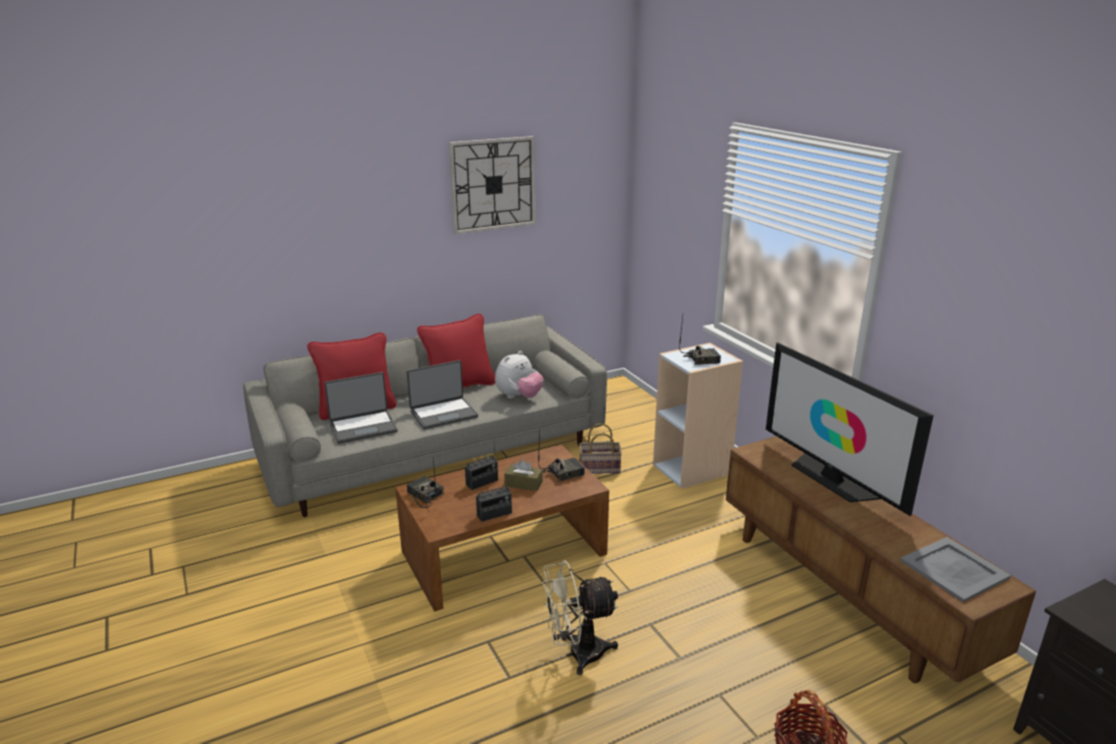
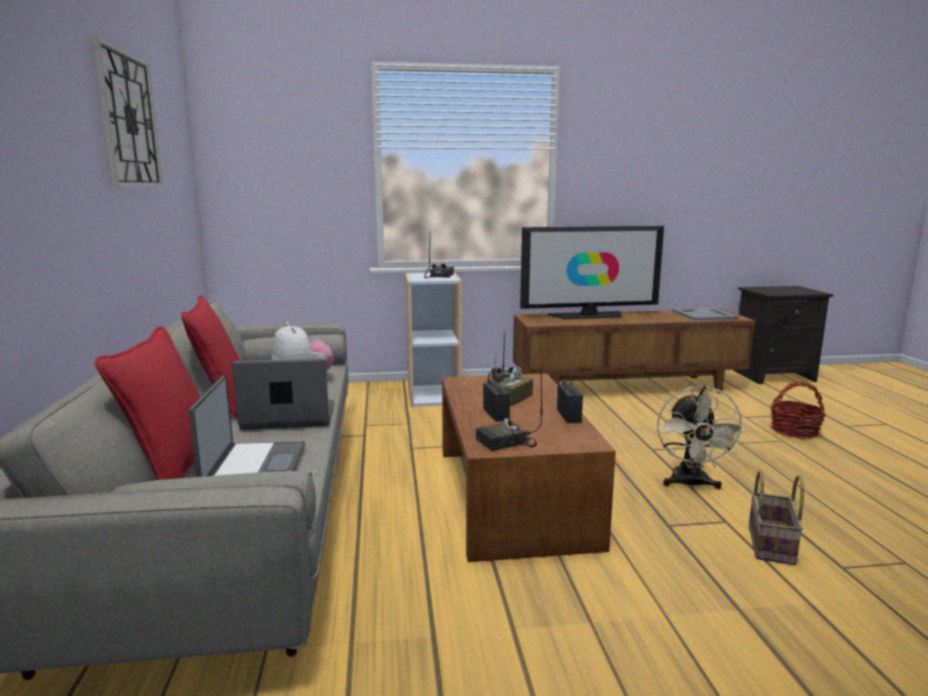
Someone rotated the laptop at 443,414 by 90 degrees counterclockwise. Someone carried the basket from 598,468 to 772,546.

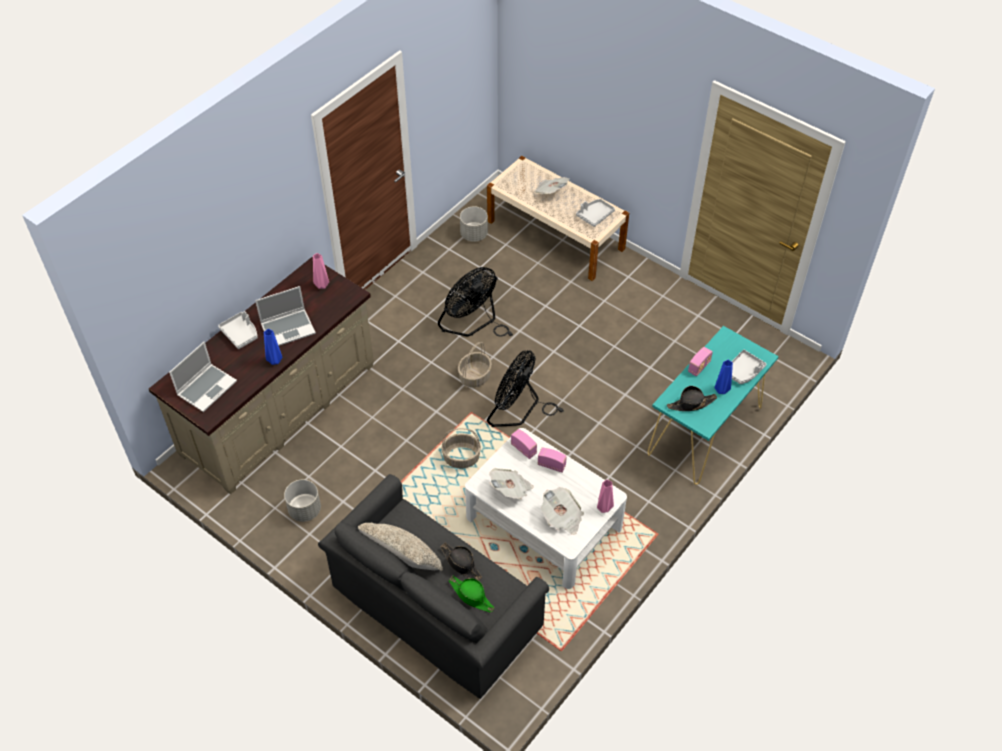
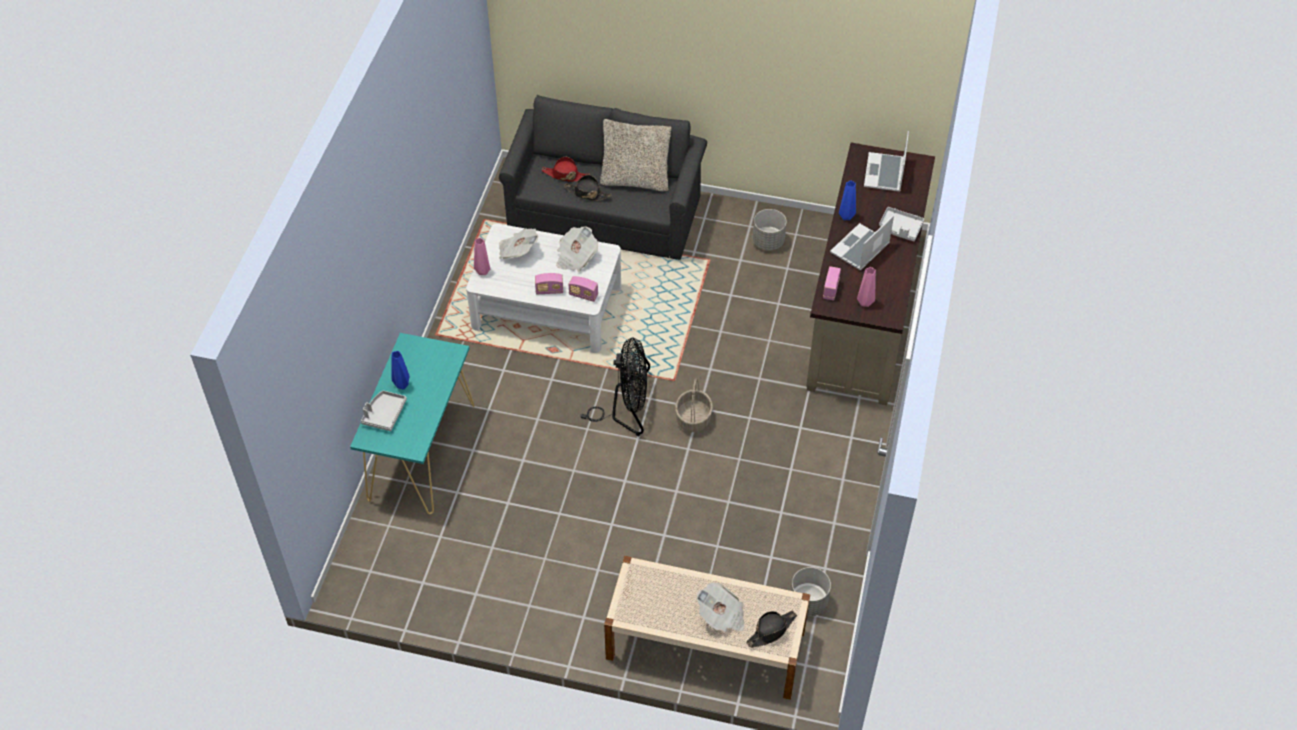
Someone took away the tray (grey) at 594,215. Someone took away the fan (black) at 477,322. Someone carried the radio from 699,367 to 830,289. Someone carried the hat (black) from 691,404 to 771,631. Someone took away the basket at 461,458. Someone repainted the hat (green) at 471,596, which became the hat (red) at 565,175.

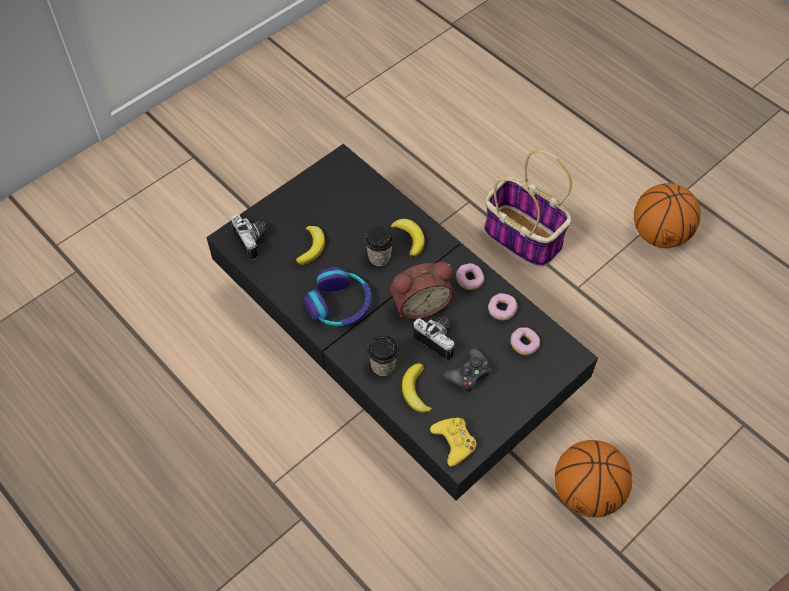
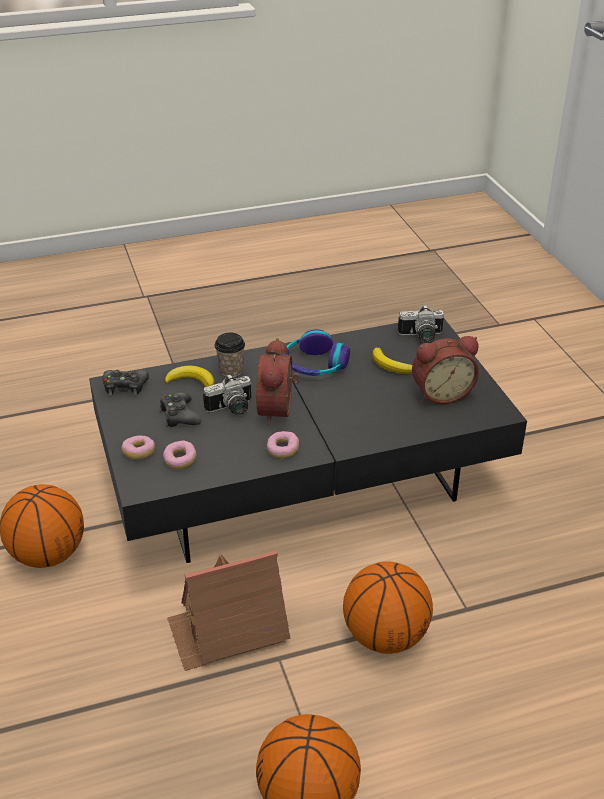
Someone swapped the basket at 521,237 for the basketball at 385,636. Someone took away the banana at 410,238. Someone took away the cup at 379,257. Someone carried the donut from 502,310 to 139,453. Someone repainted the game controller (yellow) at 454,442, which became the game controller (black) at 125,387. Someone put down the alarm clock at 441,393. Someone put down the toy house at 228,629.

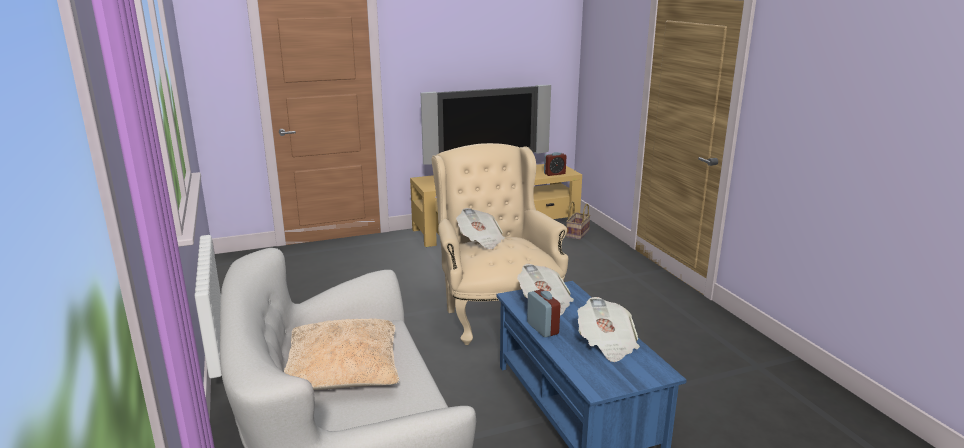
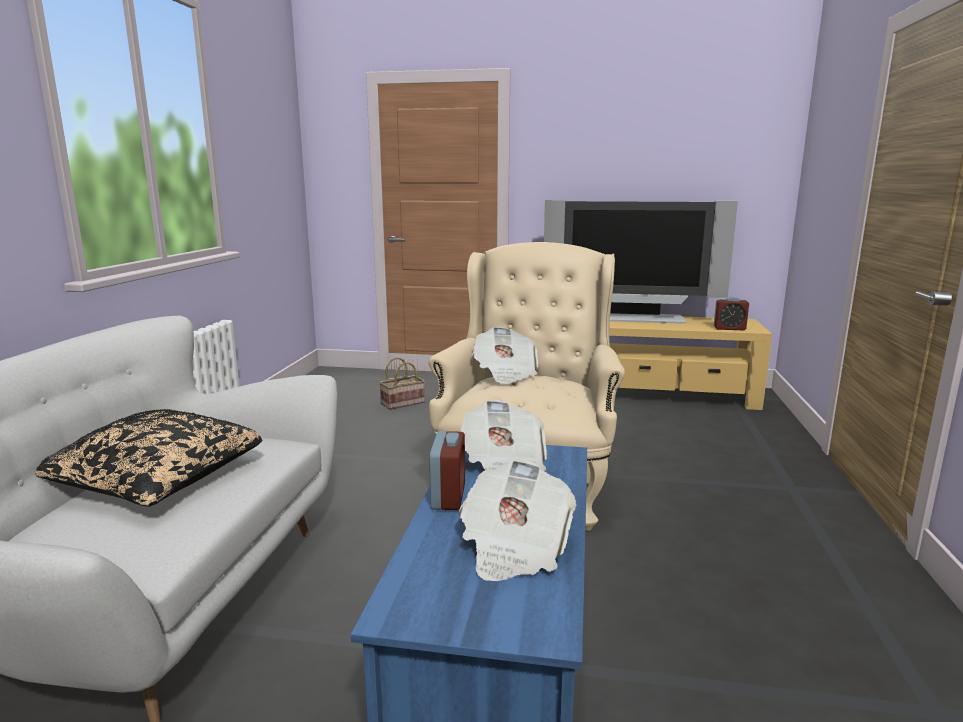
Someone carried the basket from 577,233 to 403,403. Someone repainted the pillow (beige) at 343,369, which became the pillow (black) at 158,477.

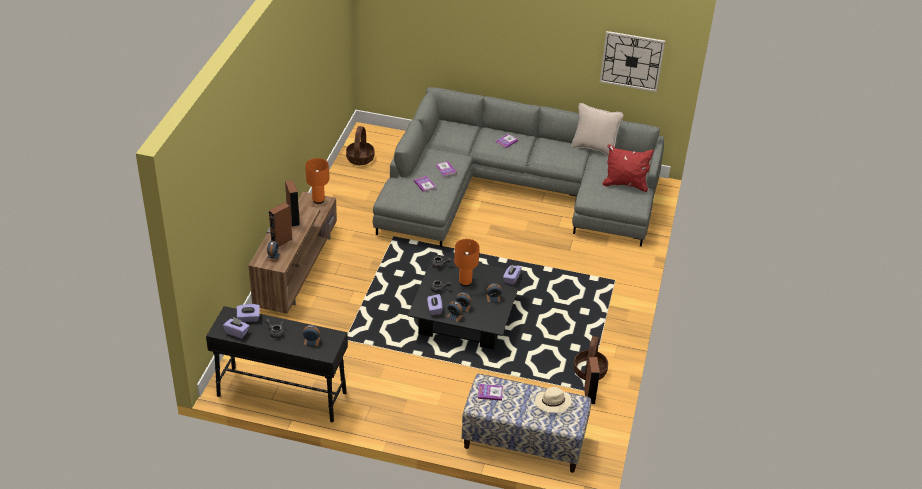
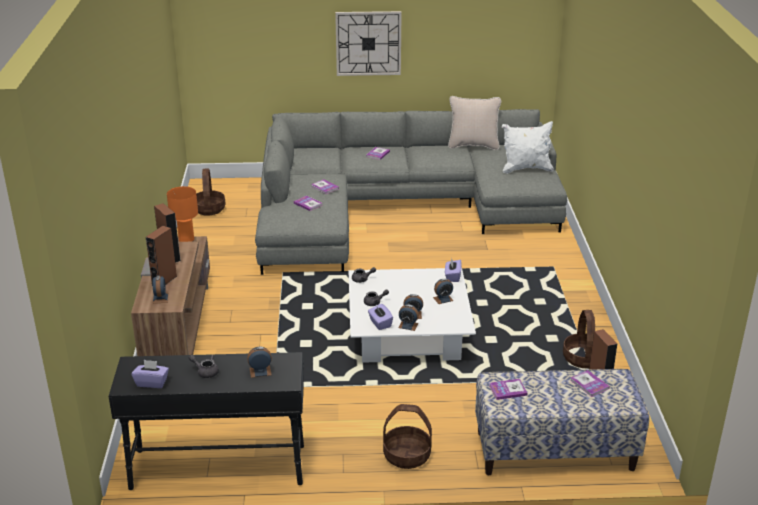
Someone carried the wall clock from 631,61 to 368,43. Someone repainted the pillow (red) at 625,184, which became the pillow (white) at 526,169. Someone took away the table lamp (orange) at 465,282. Someone repainted the coffee table (black) at 466,316, which became the coffee table (white) at 409,333. Someone took away the tissue box (purple) at 248,318. Someone swapped the hat (beige) at 552,403 for the book at 589,384. Someone put down the basket at 407,455.

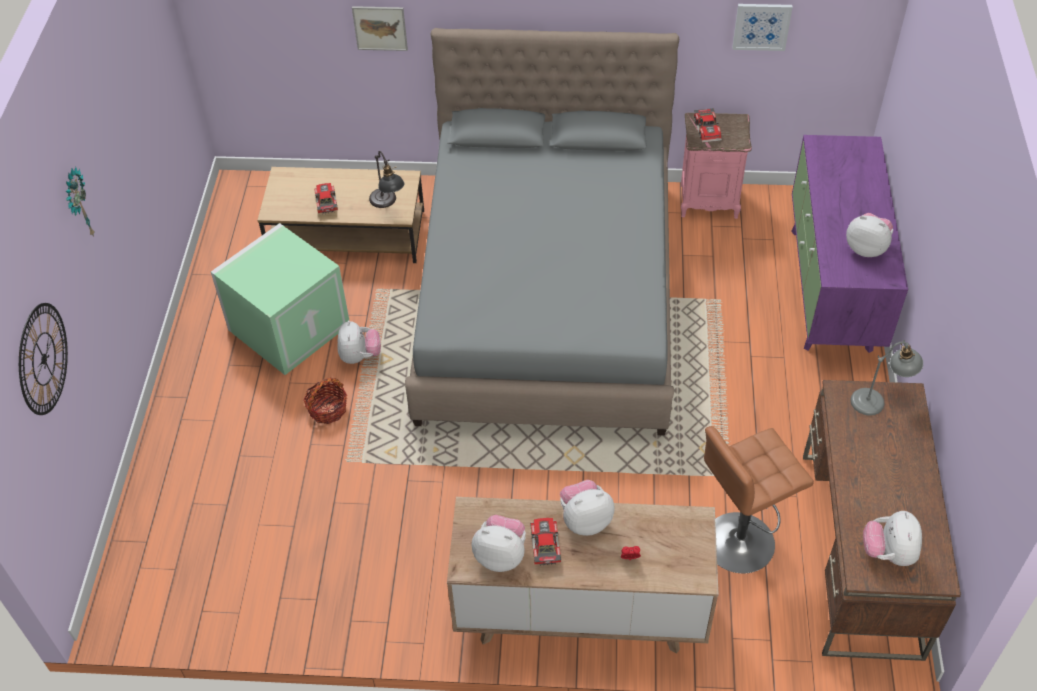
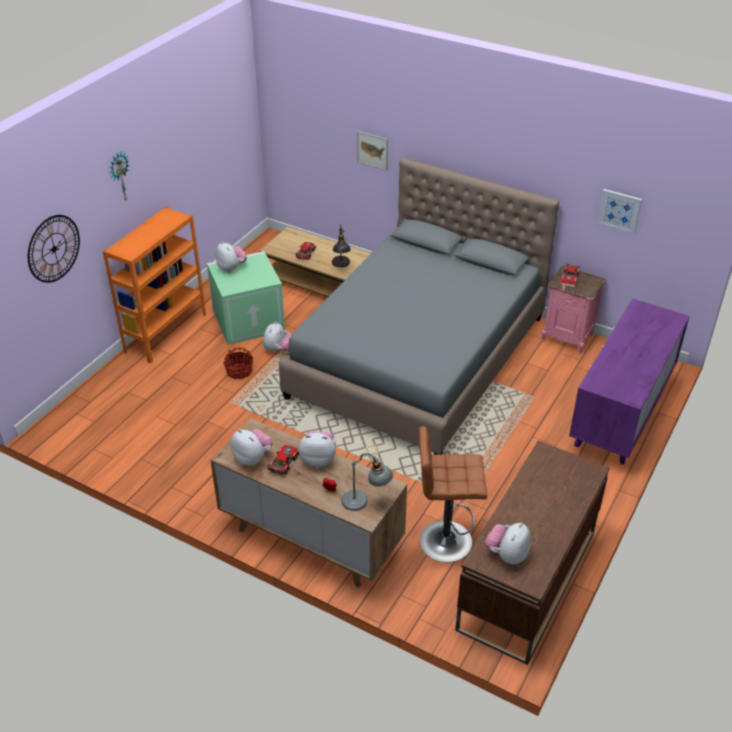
Someone carried the plush toy from 866,248 to 231,268. Someone carried the table lamp (grey) from 880,397 to 366,501. Someone put down the bookcase (orange) at 166,333.

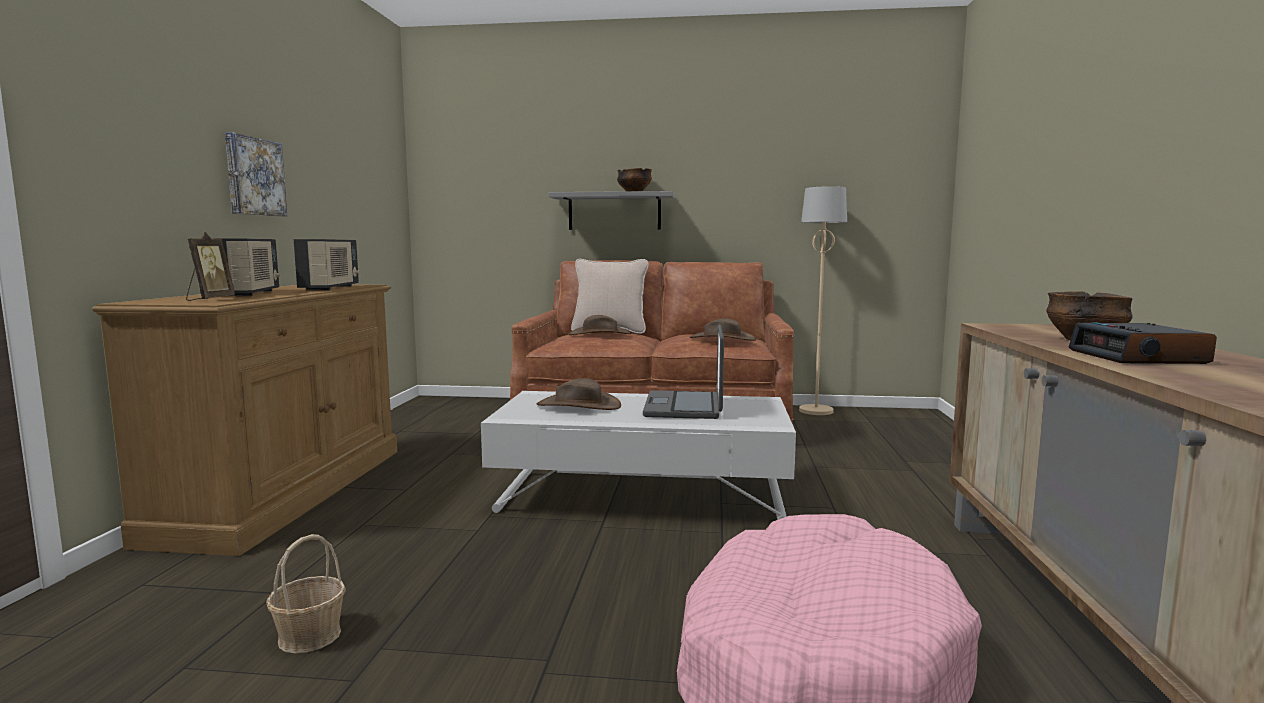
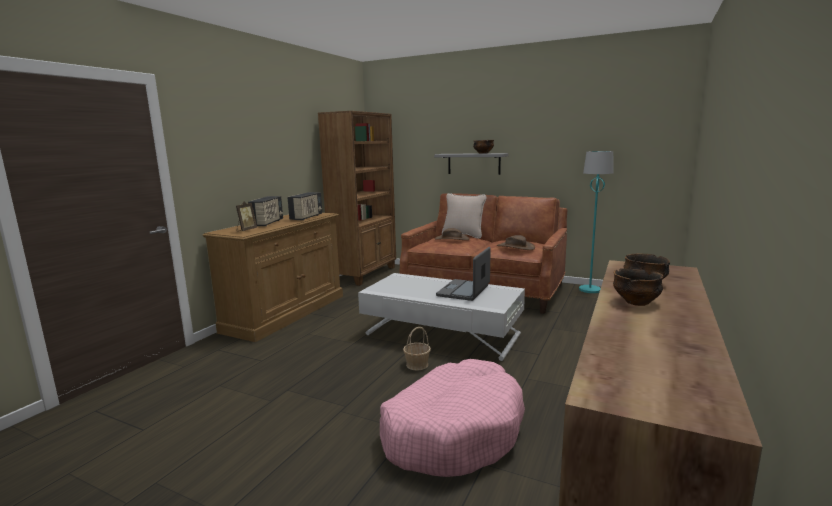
Someone took away the picture at 253,177. Someone repainted the floor lamp (beige) at 816,411, which became the floor lamp (turquoise) at 590,289. Someone swapped the alarm clock at 1138,357 for the bowl at 636,302. Someone took away the hat (brown) at 579,405. Someone carried the basket from 309,636 to 417,365. Someone put down the bookcase (brown) at 365,274.

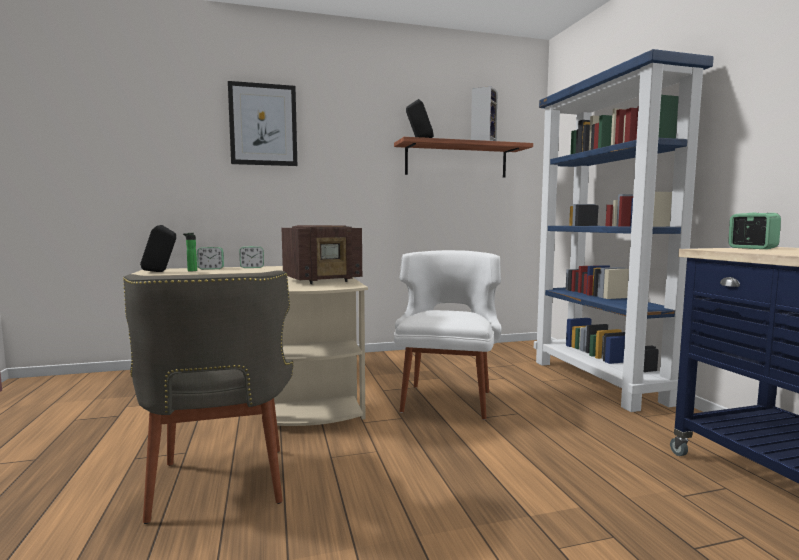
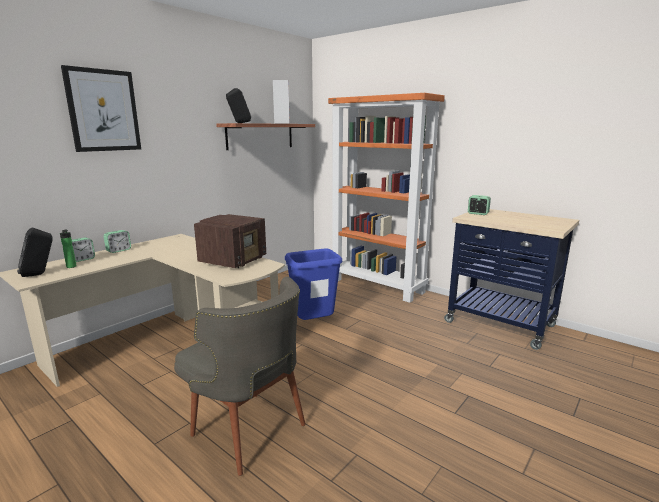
Someone repainted the bookcase (blue) at 599,381, which became the bookcase (orange) at 378,286. Someone swapped the chair (white) at 446,402 for the trash can (blue) at 314,324.

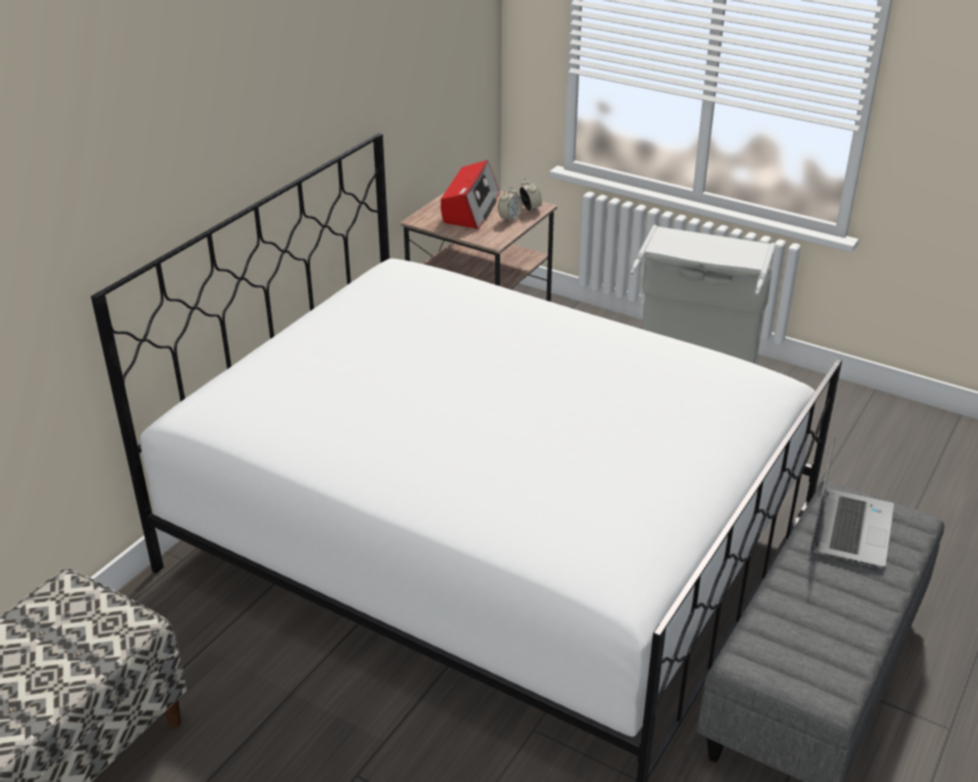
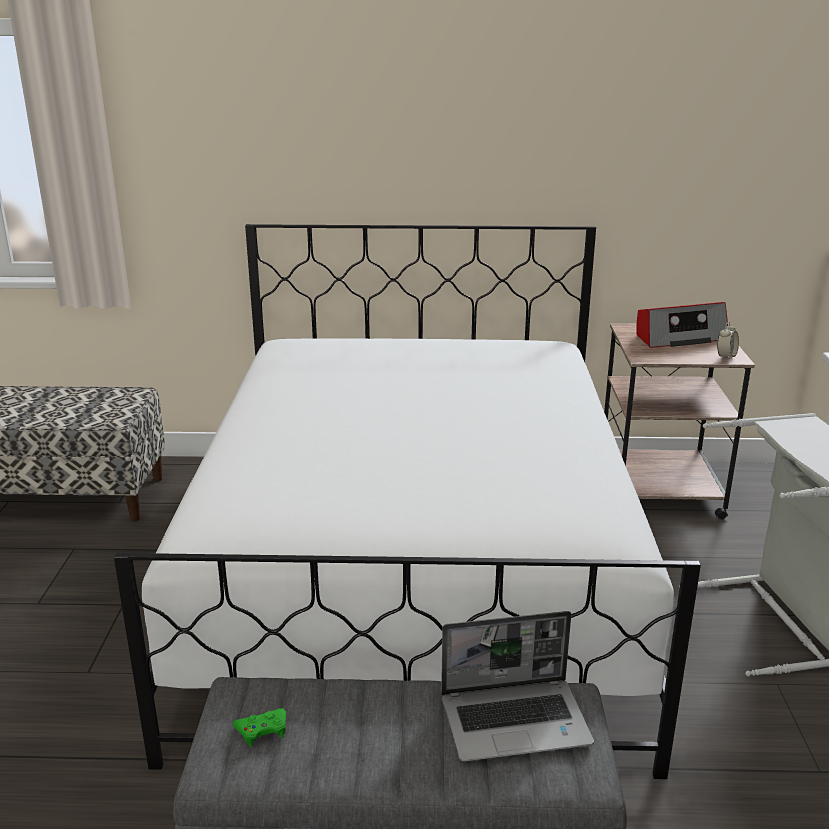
Someone took away the alarm clock at 510,218. Someone put down the game controller (green) at 262,730.

